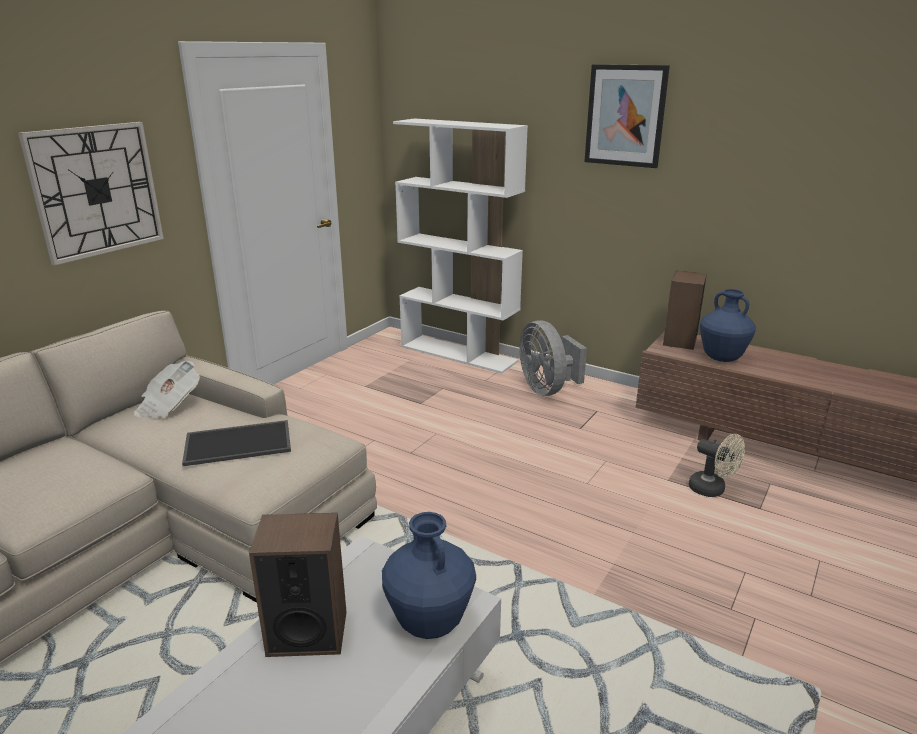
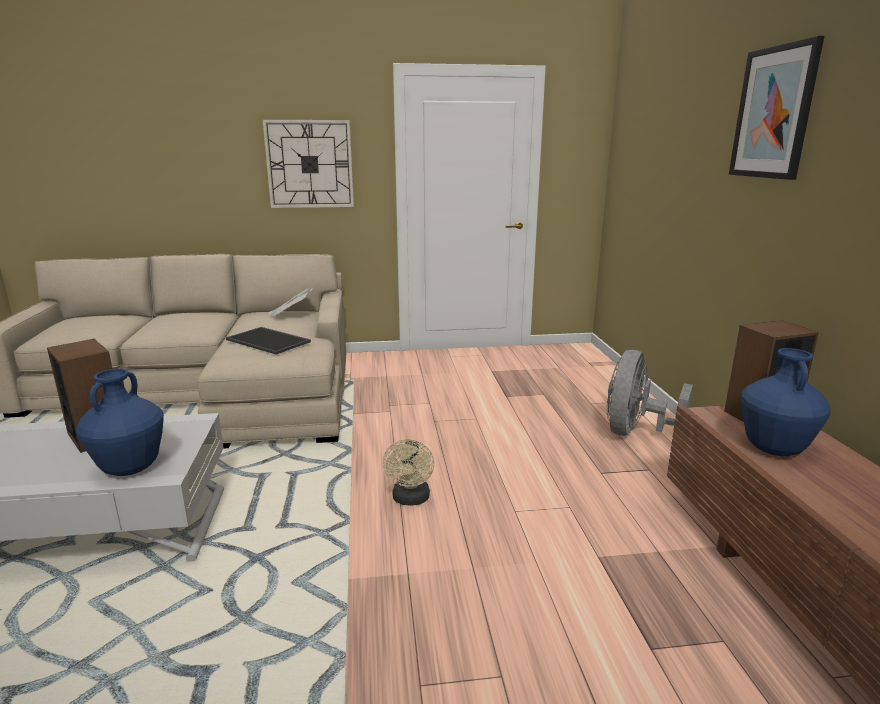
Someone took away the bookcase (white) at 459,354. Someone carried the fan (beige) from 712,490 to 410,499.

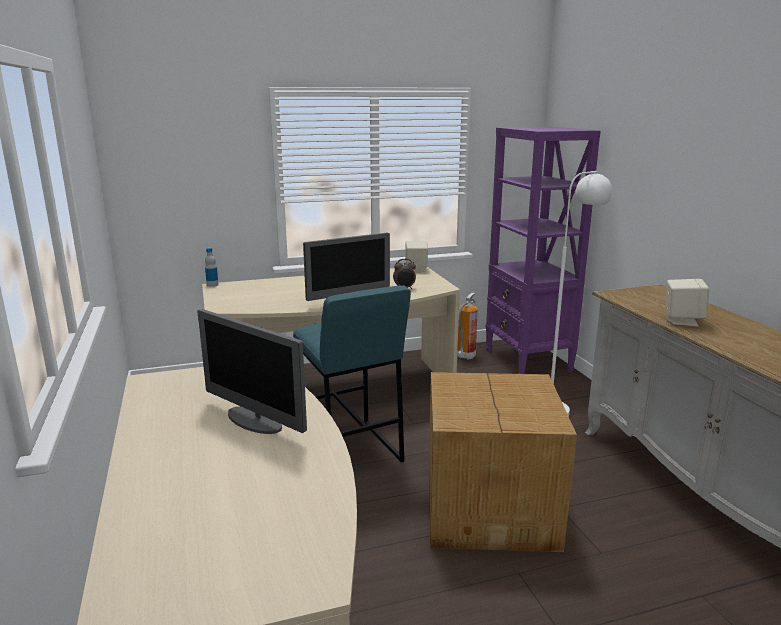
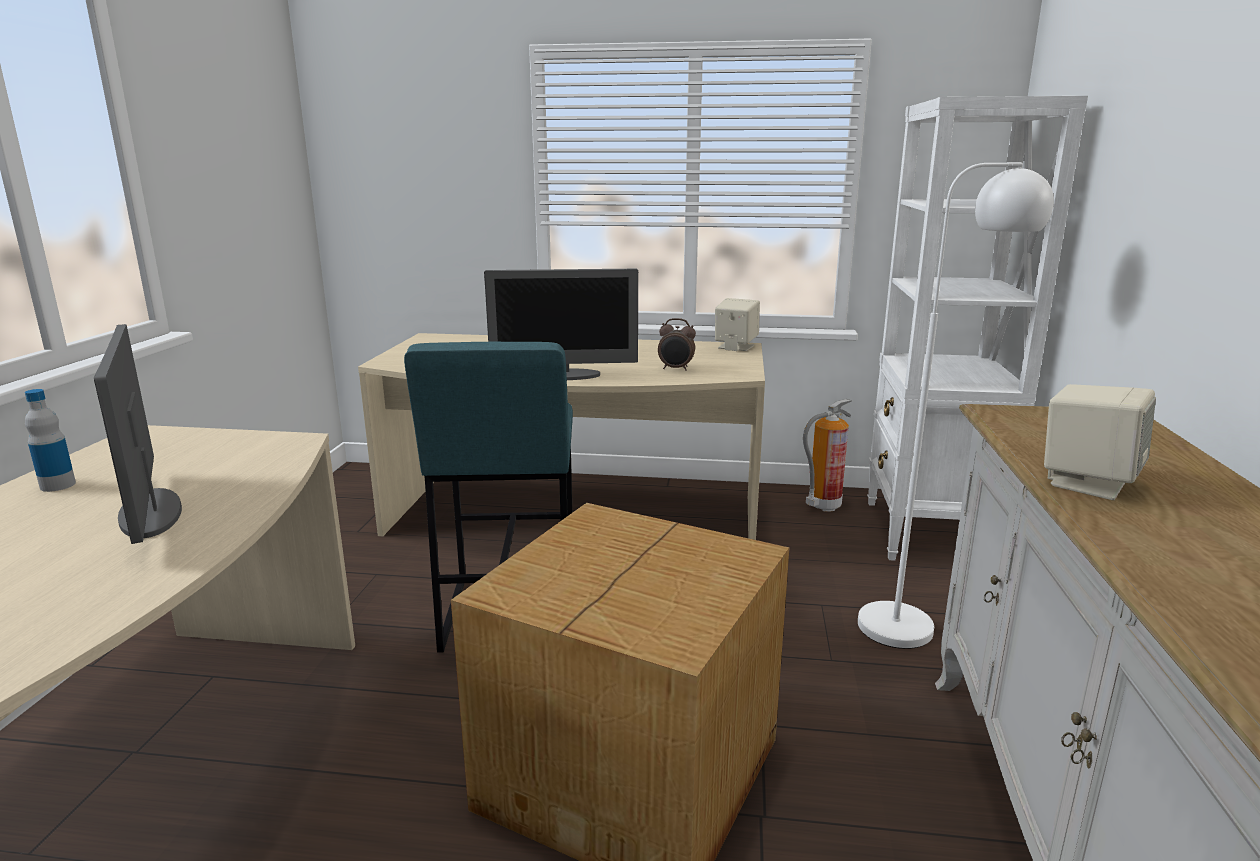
Someone repainted the bookcase (purple) at 528,361, which became the bookcase (white) at 929,533. Someone carried the bottle from 212,285 to 58,485.

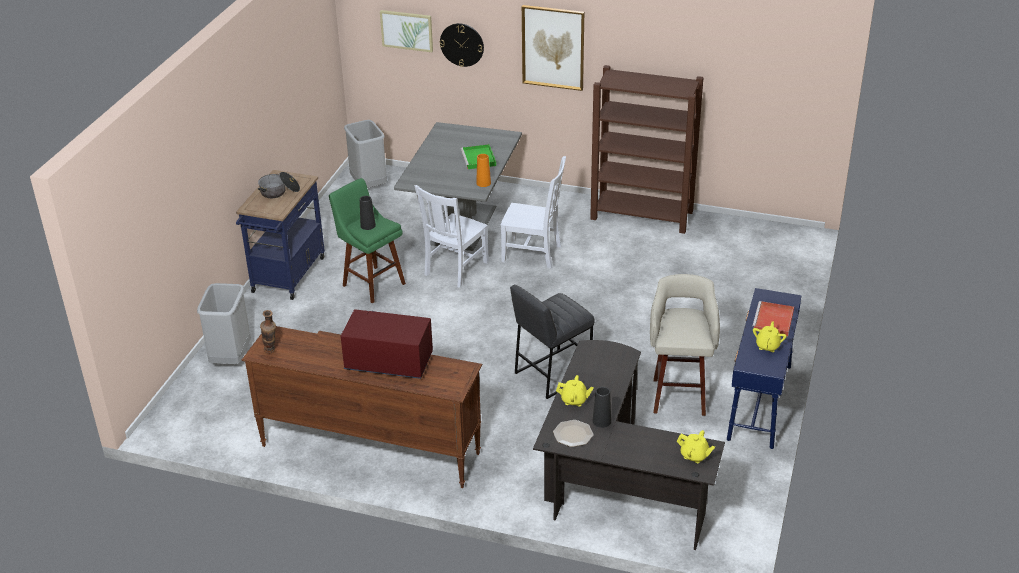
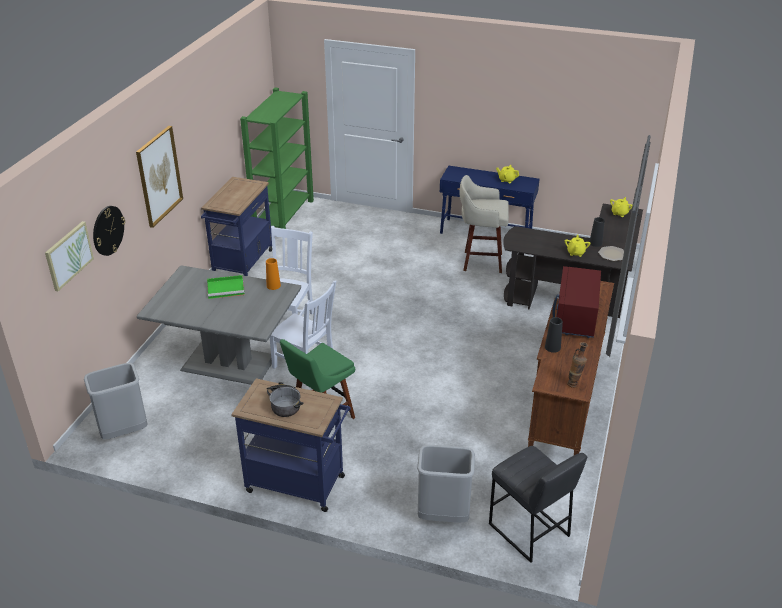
Someone swapped the bookcase (brown) at 642,215 for the cart (blue) at 242,264. Someone carried the vase (black) from 368,225 to 552,347. Someone carried the stool (grey) from 551,375 to 529,530. Someone took away the tray (red) at 773,321. Someone put down the bookcase (green) at 283,215.

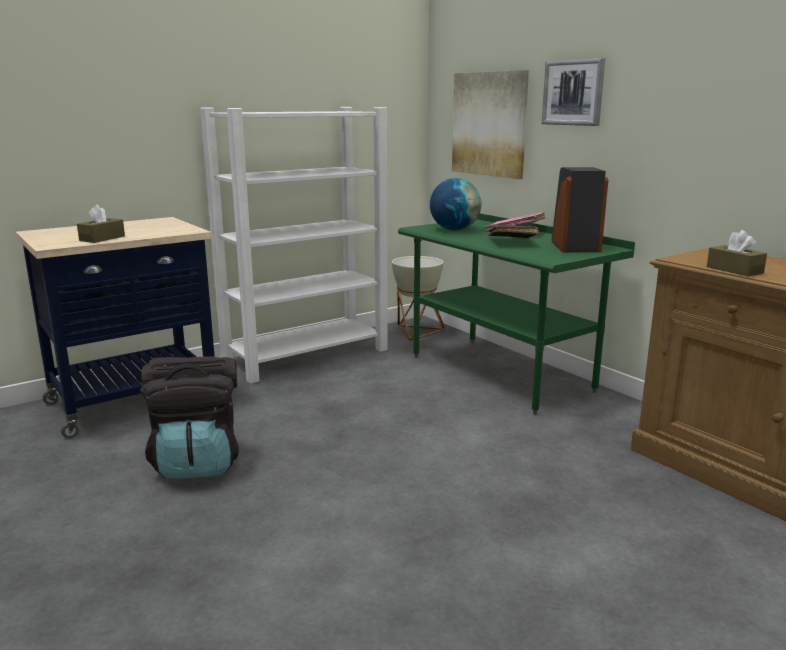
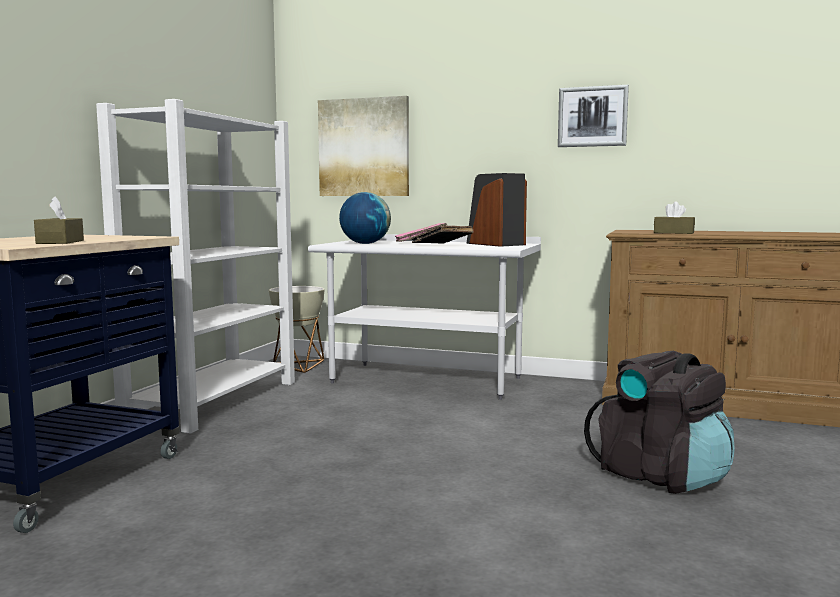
Someone carried the picture from 573,92 to 592,116. Someone repainted the desk (green) at 500,373, which became the desk (white) at 426,380. Someone carried the backpack (black) from 198,462 to 660,476.

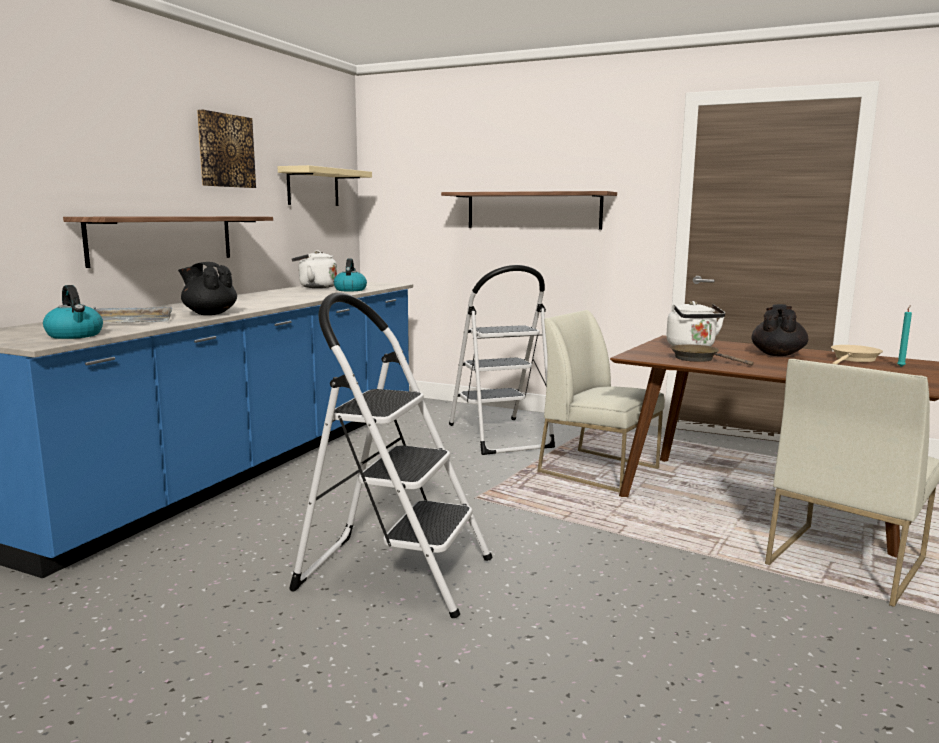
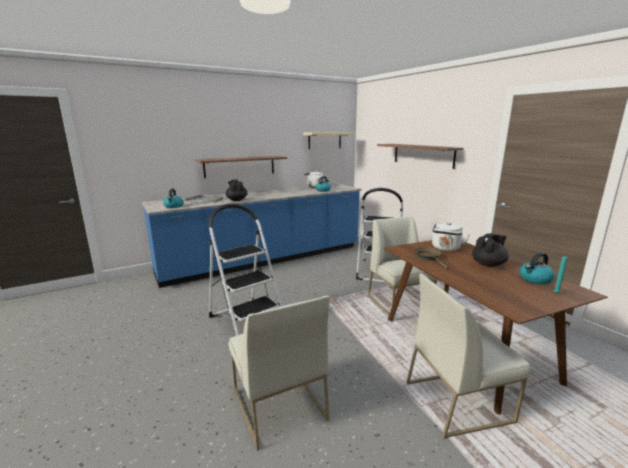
Someone took away the picture at 225,150. Someone swapped the frying pan (beige) at 854,359 for the kettle at 535,279. Someone put down the chair (white) at 278,405.

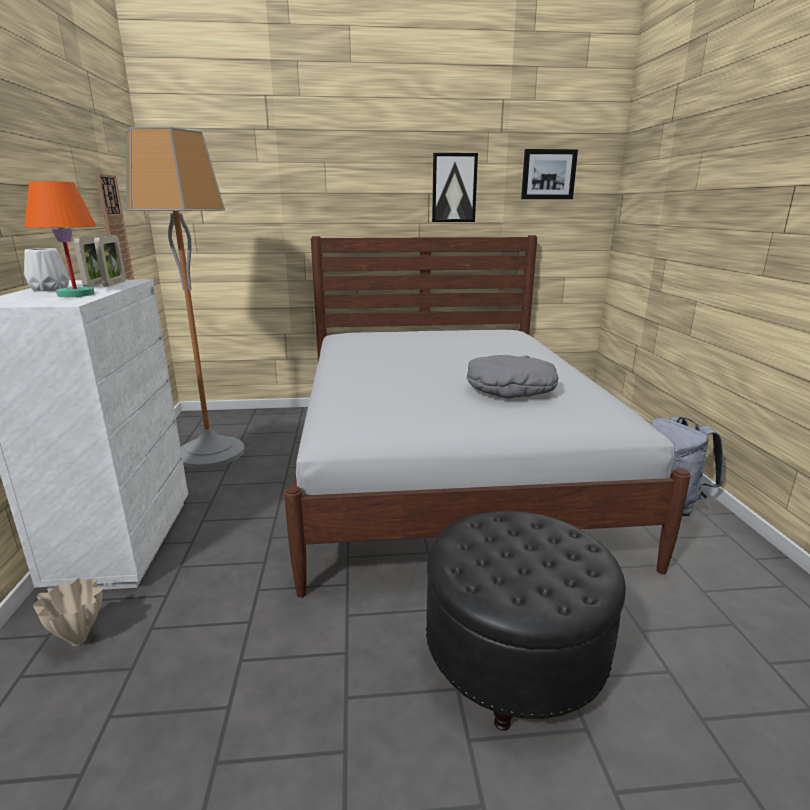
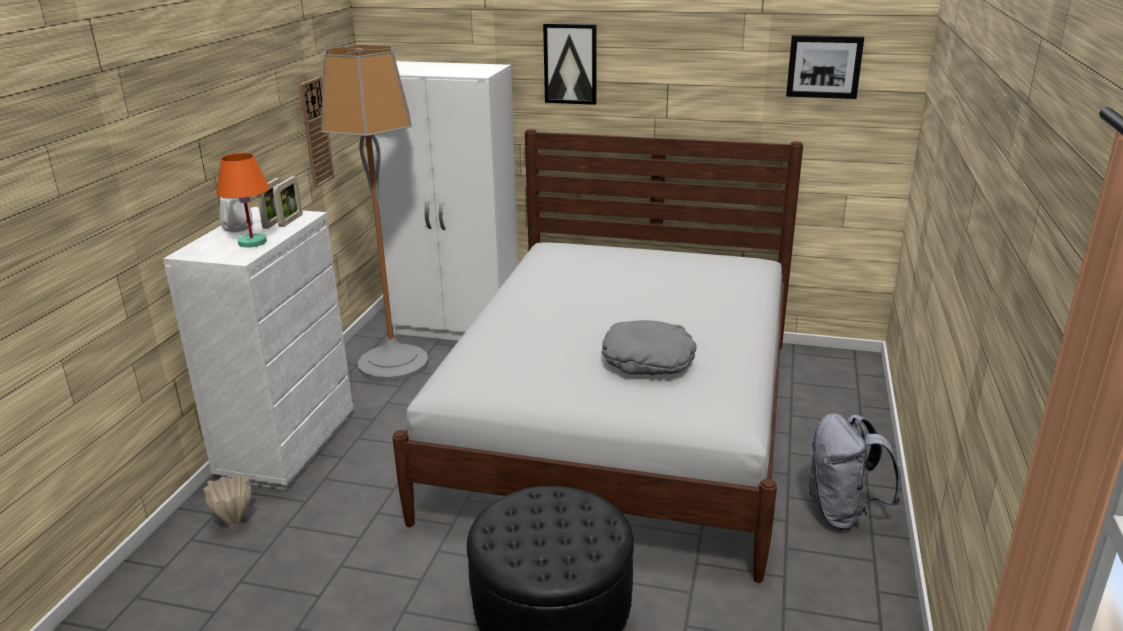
Someone carried the picture from 454,188 to 570,63. Someone put down the wardrobe (white) at 458,327.

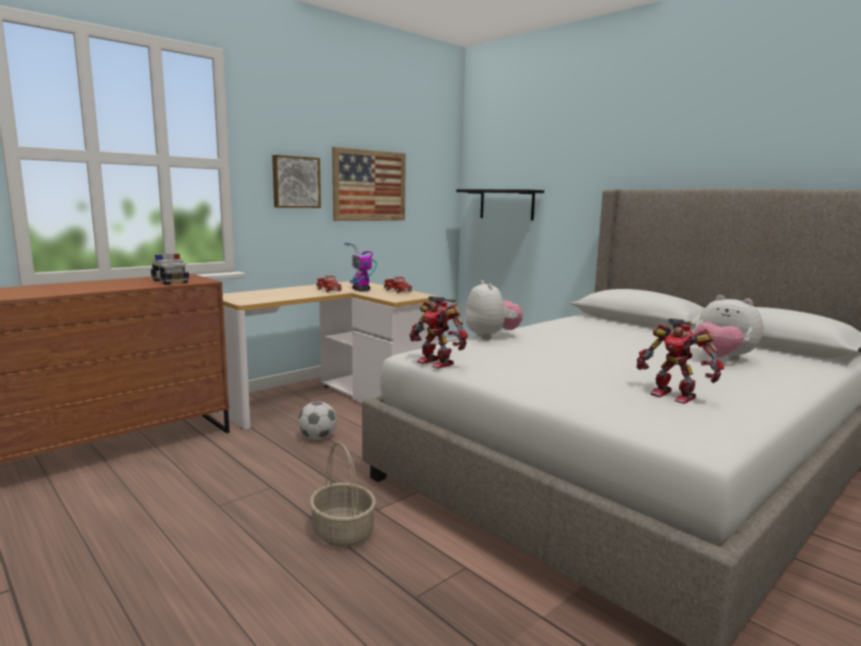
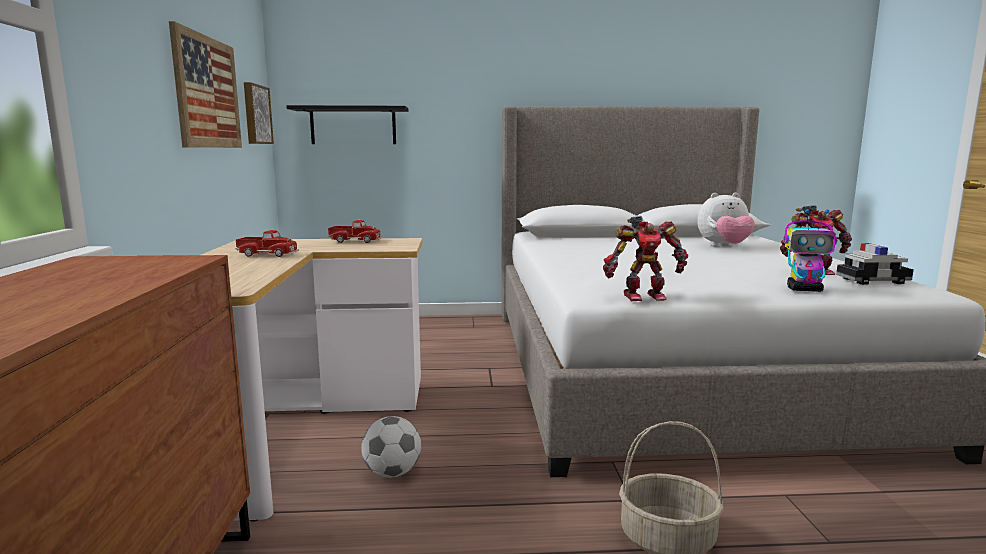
Someone carried the picture from 295,182 to 256,114. Someone carried the toy robot from 361,290 to 805,290. Someone carried the toy car from 170,281 to 873,281. Someone took away the plush toy at 491,337.

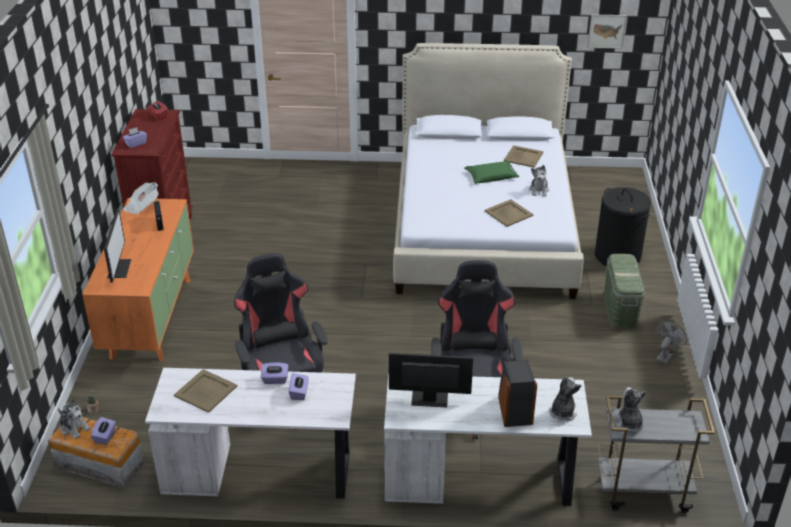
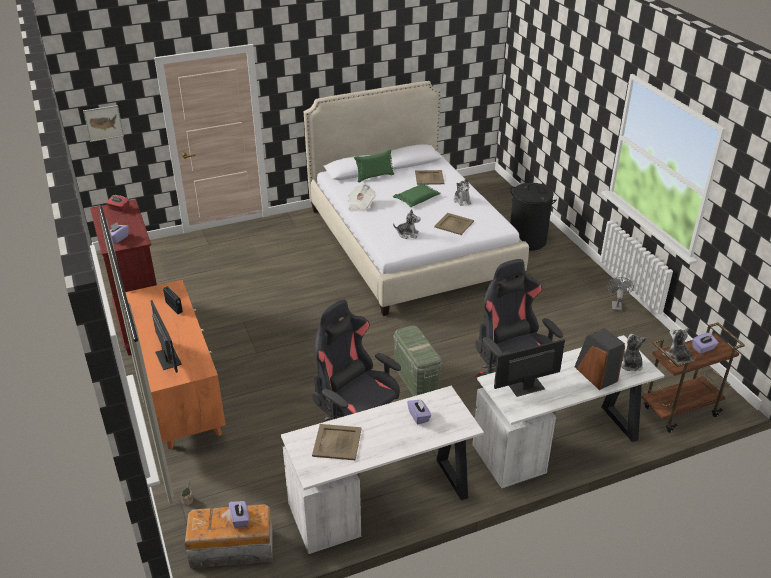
Someone carried the picture from 606,31 to 103,123. Someone carried the newspaper from 142,206 to 360,205. Someone carried the storage box (green) from 620,310 to 416,380. Someone carried the tissue box (purple) from 275,380 to 703,348. Someone repainted the cart (grey) at 642,493, which became the cart (brown) at 678,413. Someone carried the plush toy from 74,428 to 407,234. Someone put down the pillow (green) at 374,176.

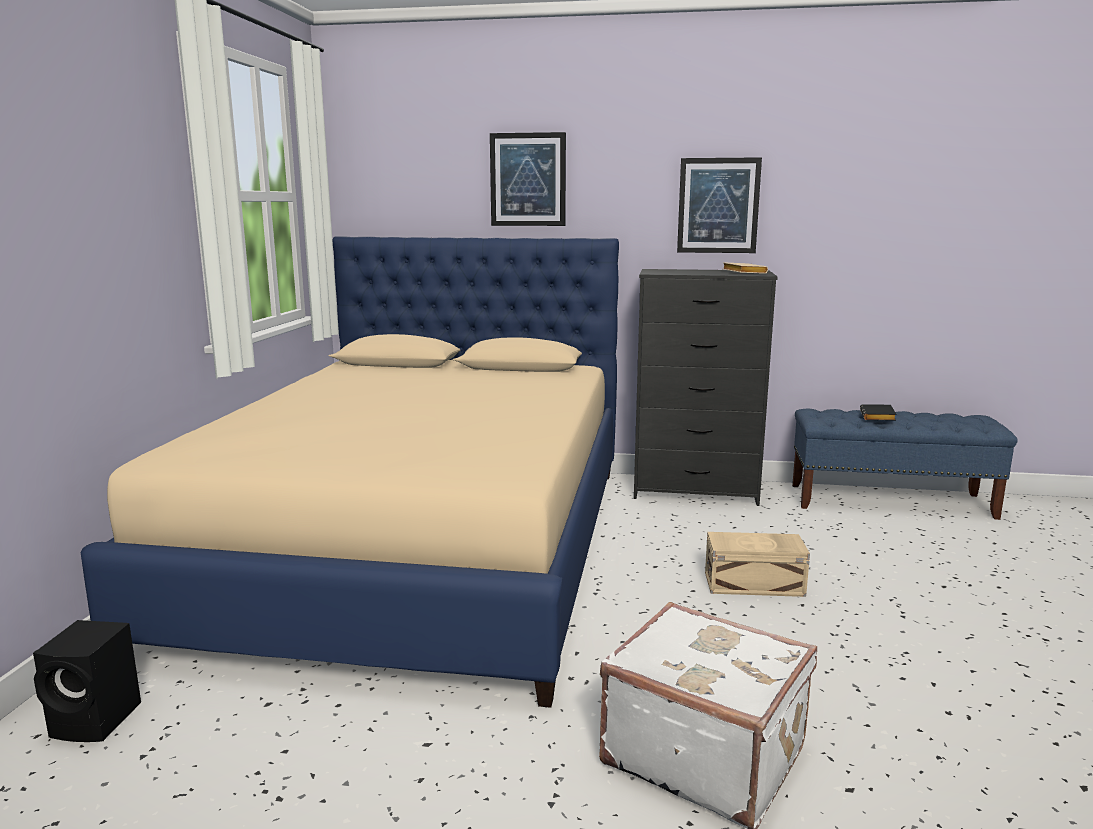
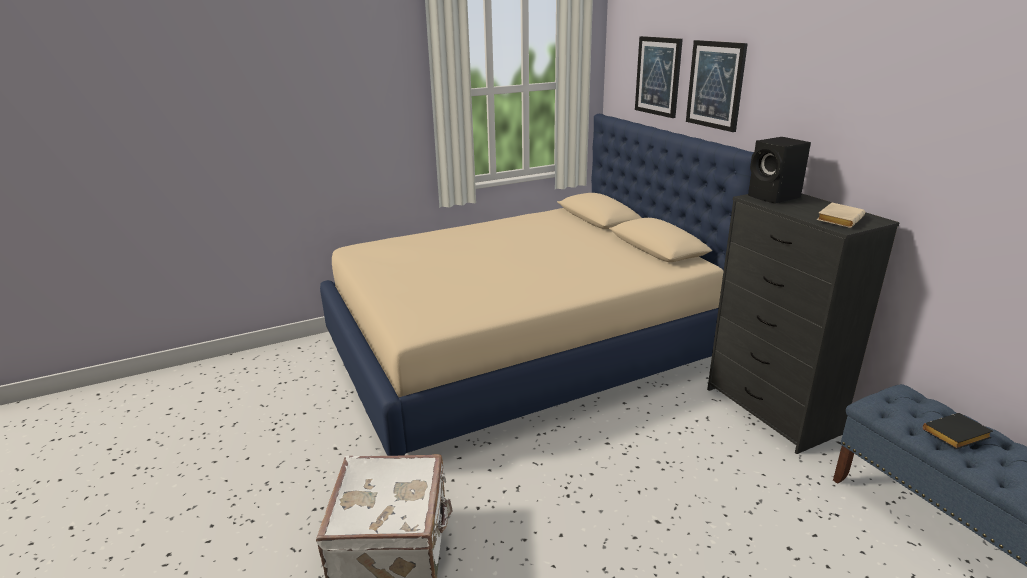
Someone carried the picture from 718,206 to 658,76. Someone took away the storage box (beige) at 755,585. Someone carried the speaker (black) from 98,721 to 774,197.

